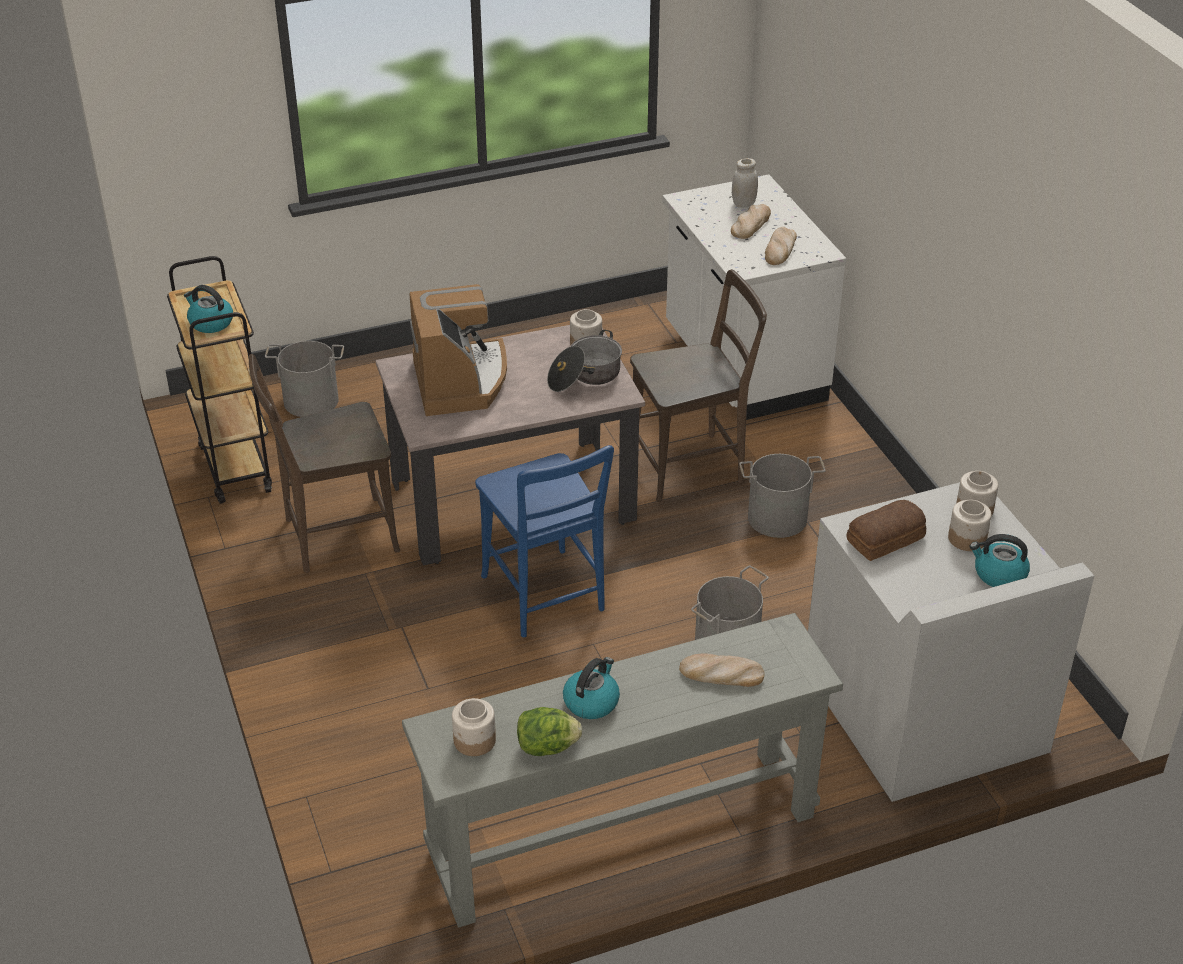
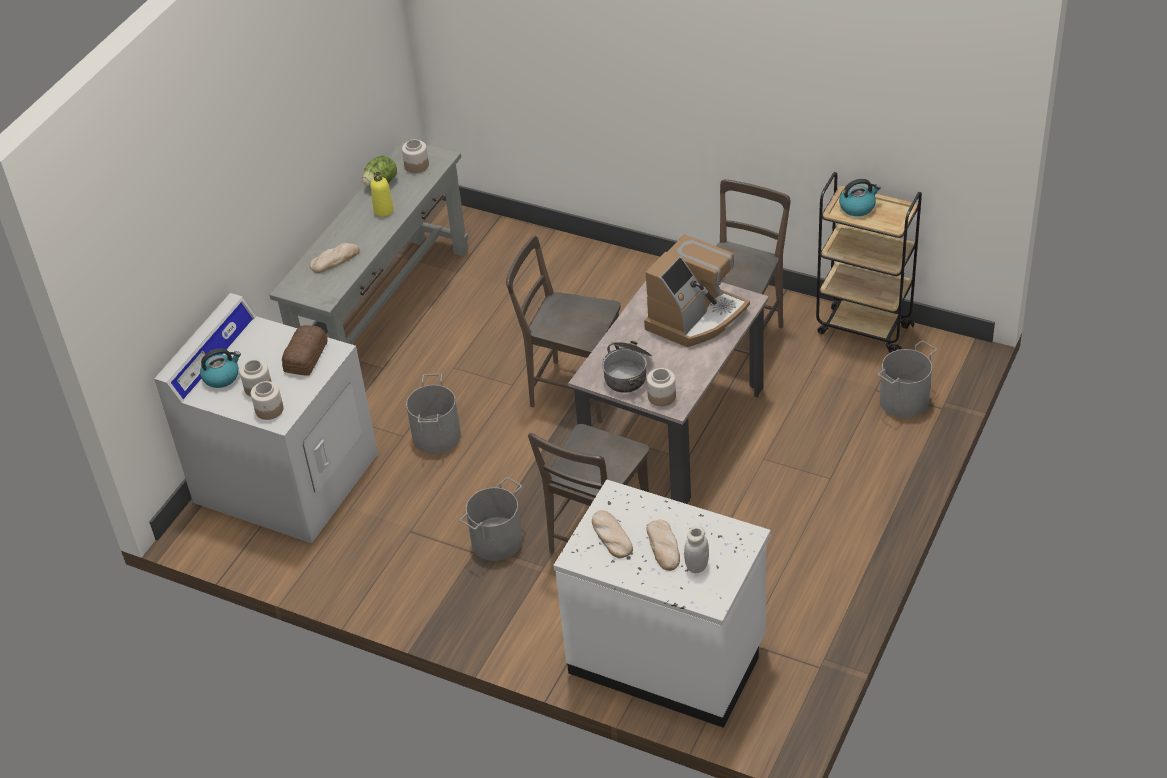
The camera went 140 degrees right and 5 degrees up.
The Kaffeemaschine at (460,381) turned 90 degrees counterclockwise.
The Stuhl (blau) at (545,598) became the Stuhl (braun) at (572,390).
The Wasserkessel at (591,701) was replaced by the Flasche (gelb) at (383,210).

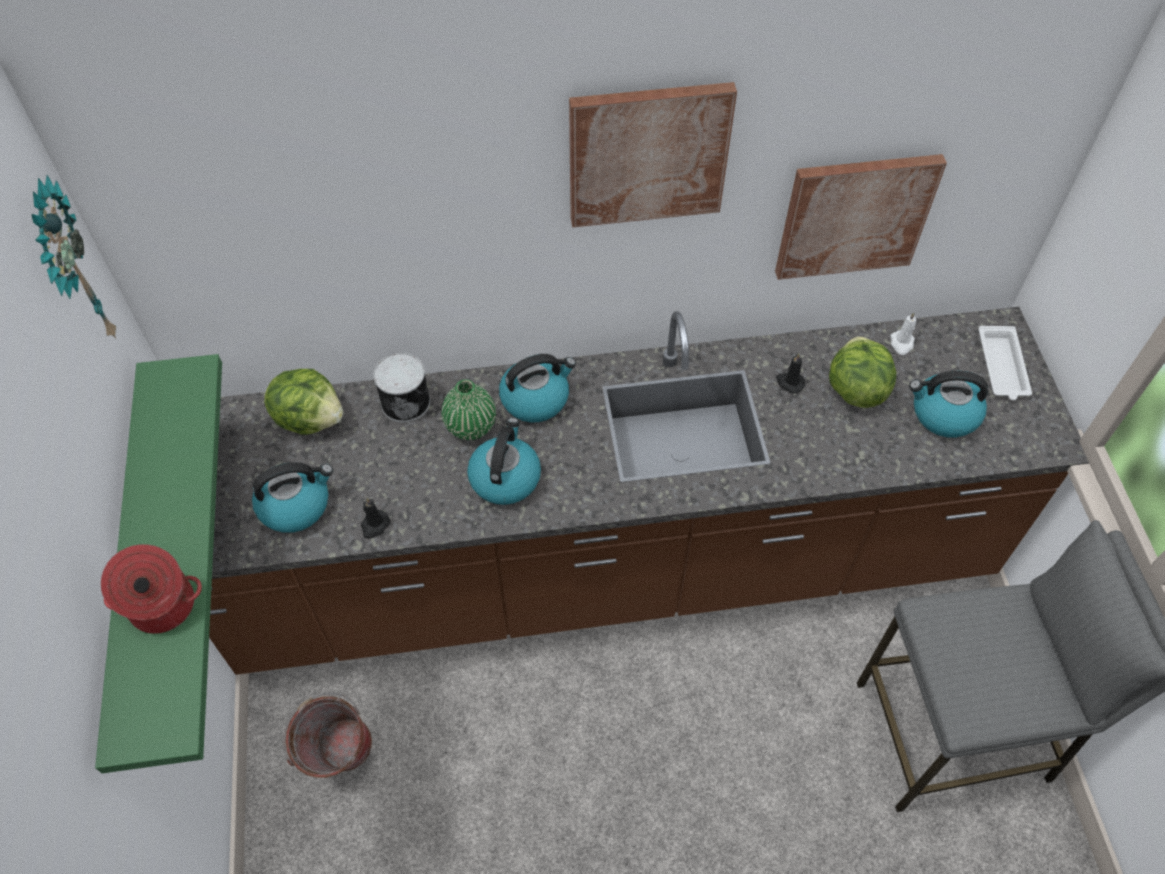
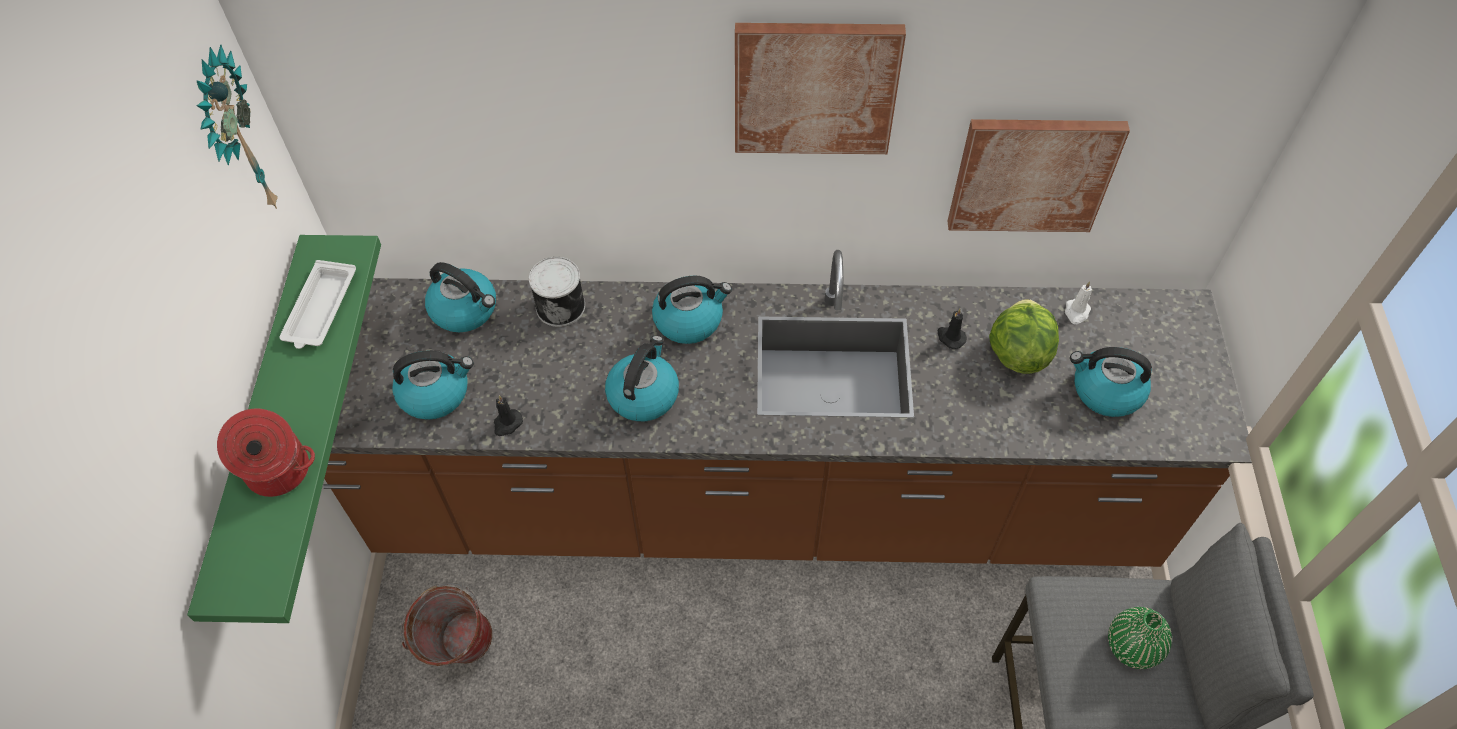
The camera went 10 degrees right and 0 degrees up.
The Salatkopf at (310,418) was replaced by the Wasserkessel at (465,310).
The Vase (grün) moved from (471,426) to (1132,647).
The Tablett (weiß) moved from (1002,367) to (320,309).

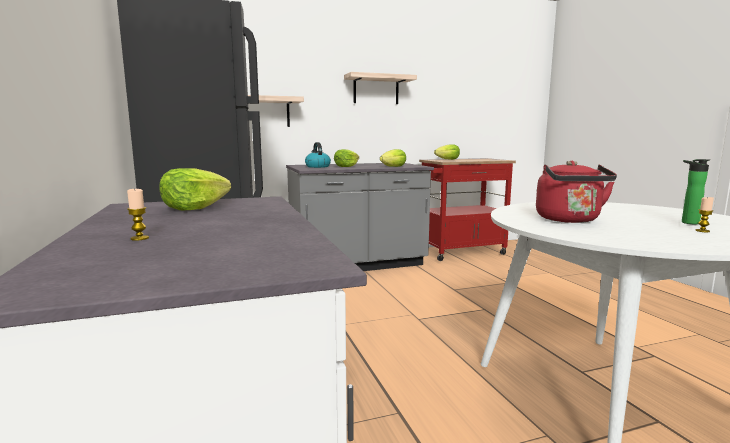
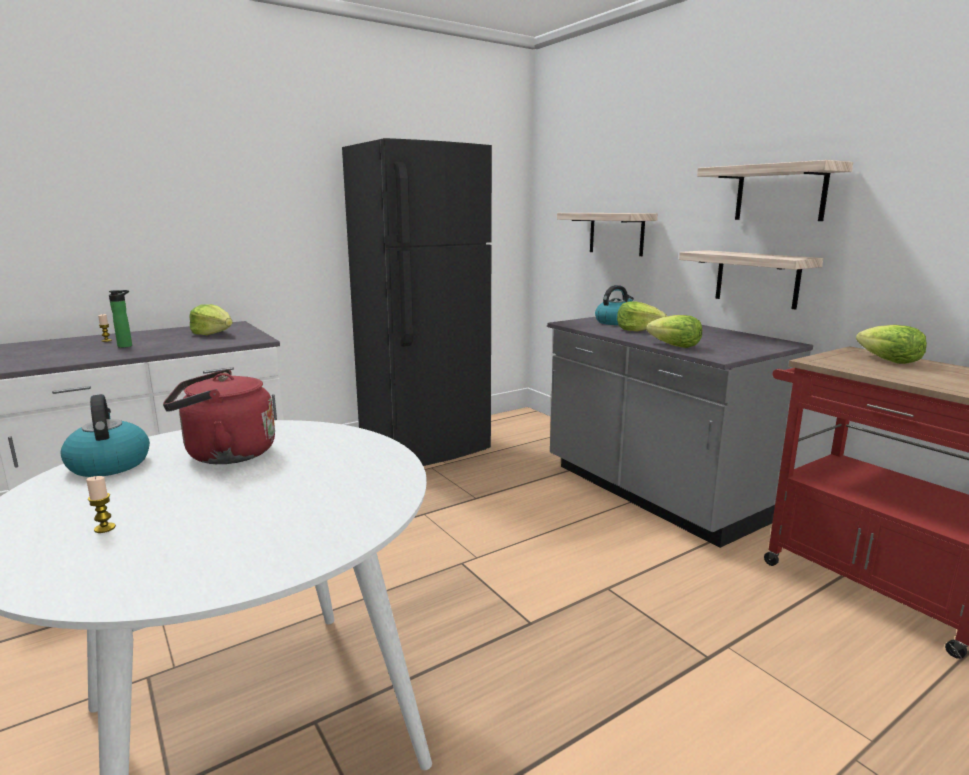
The camera went 75 degrees right and 5 degrees up.
The Flasche moved from (687,222) to (127,346).
The Wasserkessel at (109,464) appeared.
The Wandregal at (757,278) appeared.

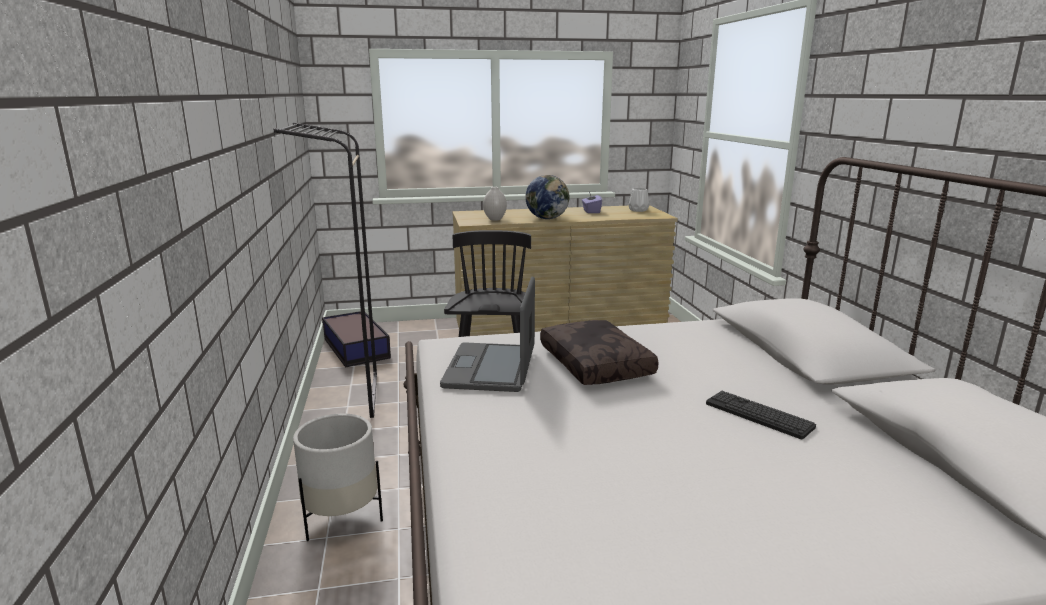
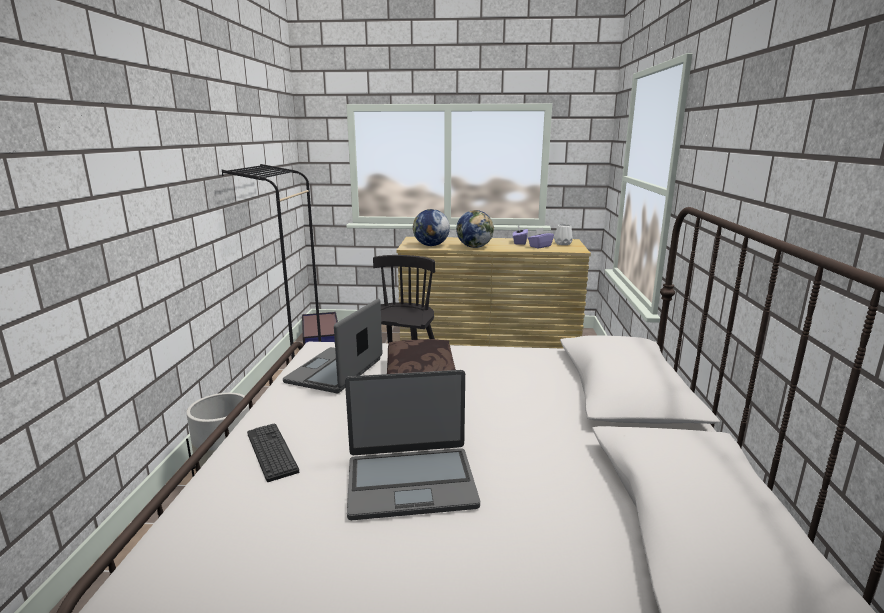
The camera went 15 degrees right and 0 degrees up.
The Vase (weiß) at (495,219) was replaced by the Globus at (431,245).
The Tastatur moved from (758,415) to (272,452).
The Laptop at (410,482) appeared.
The Taschentuchbox (lila) at (540,246) appeared.

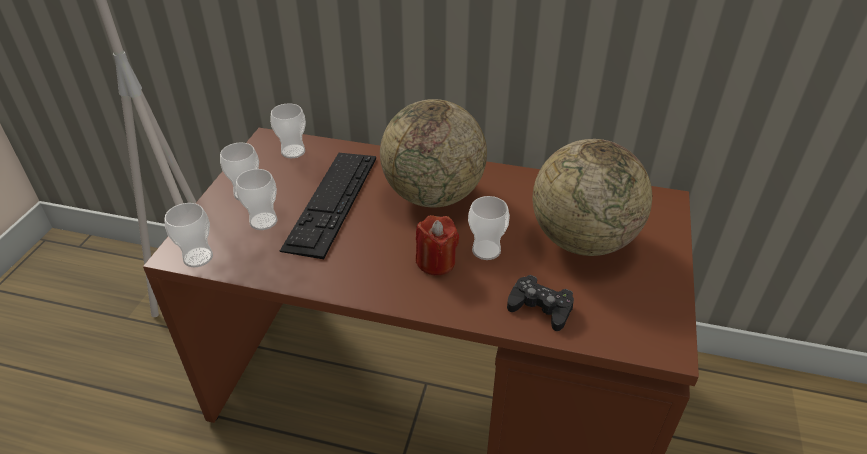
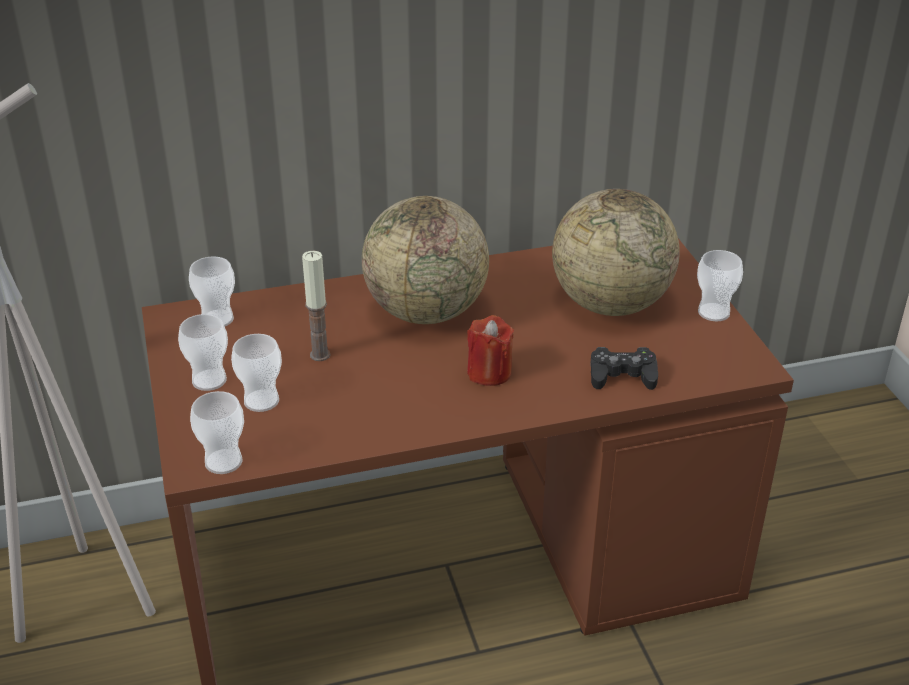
The camera went 30 degrees left and 5 degrees down.
The Tastatur at (332,201) was replaced by the Kerze at (320,355).
The Tasse moved from (486,250) to (713,312).

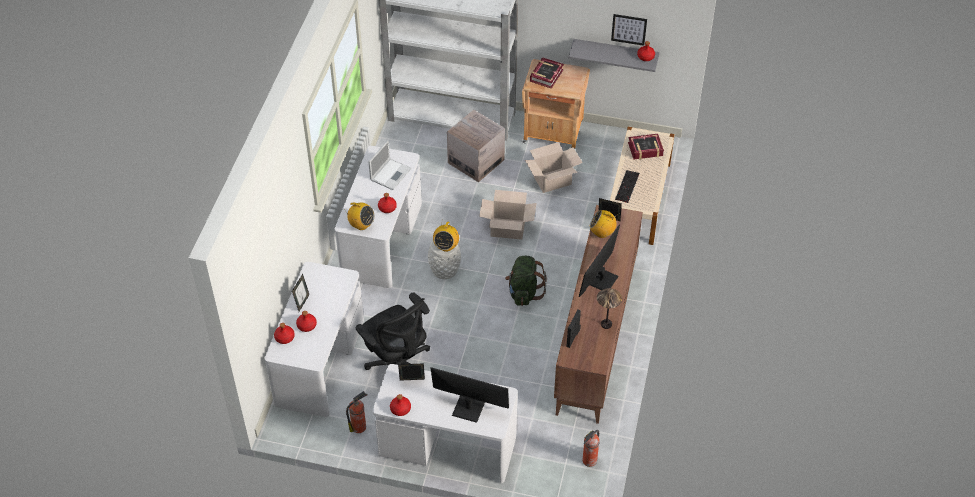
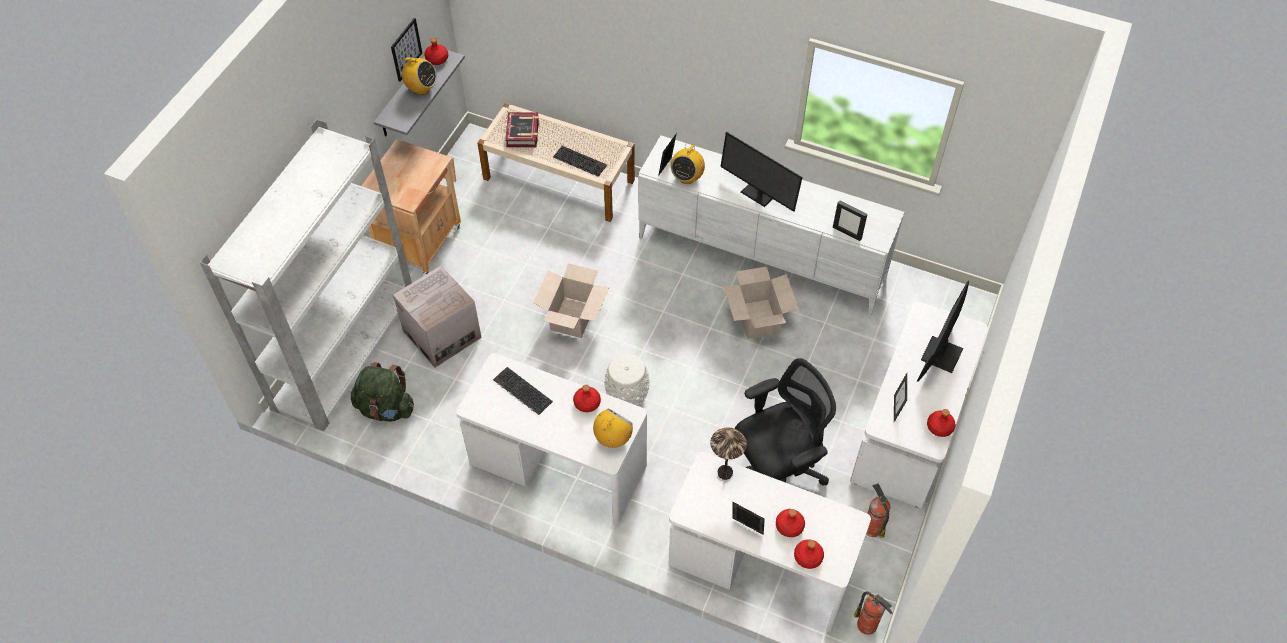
The camera went 80 degrees left and 5 degrees up.
The Laptop at (391,174) was replaced by the Tastatur at (521,391).
The Radio moved from (446,246) to (421,89).
The Rucksack (grün) moved from (524,292) to (386,408).
The Karton moved from (552,180) to (758,319).
The Buch at (546,75) disappeared.
The Schrank (braun) at (597,336) became the Schrank (weiß) at (762,257).
The Feuerlöscher moved from (589,461) to (868,625).
The Tischlampe moved from (606,324) to (725,472).

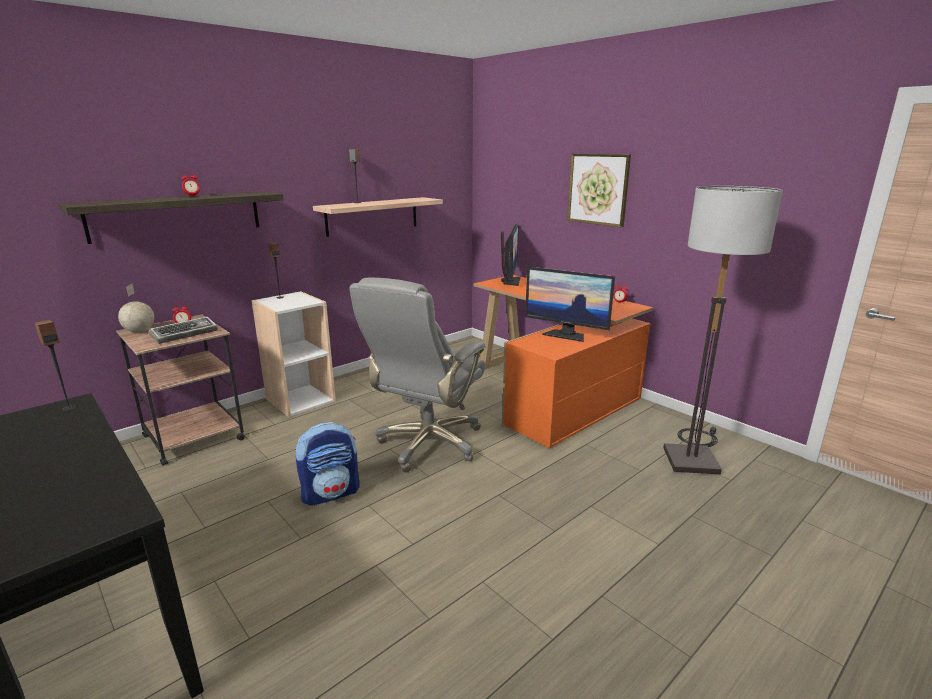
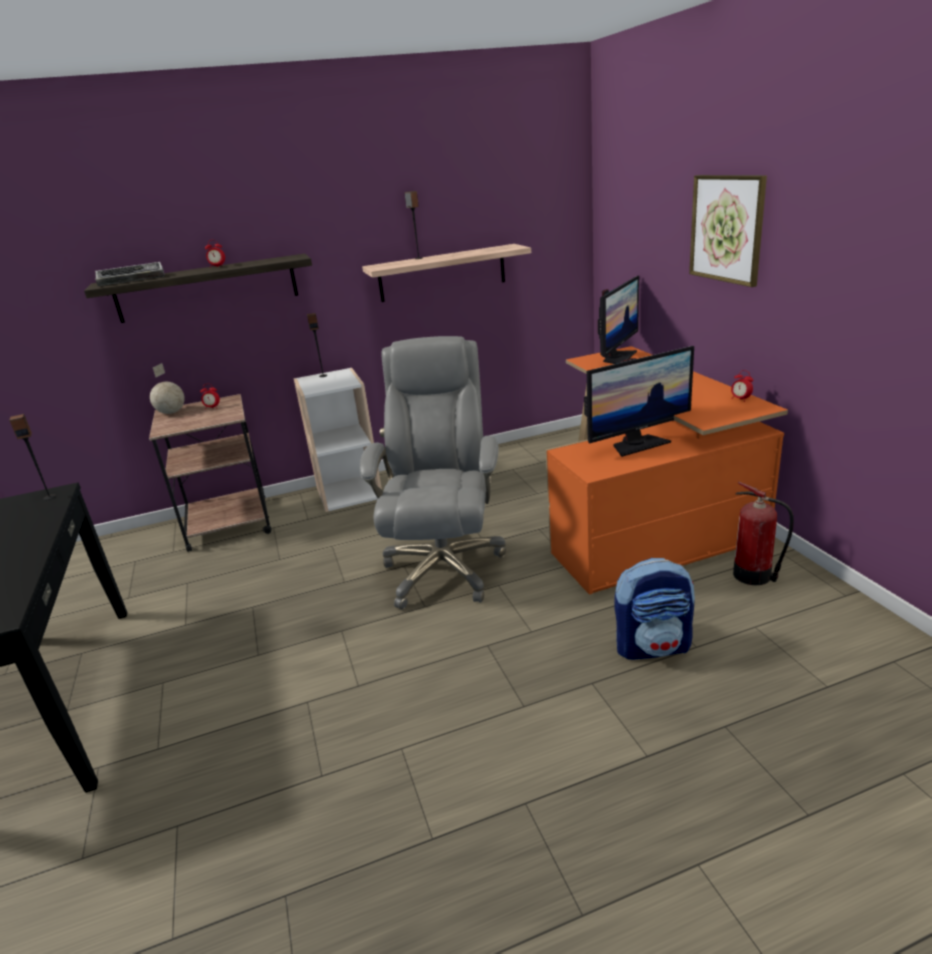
The camera went 25 degrees right and 5 degrees up.
The Tastatur moved from (185,334) to (133,280).
The Rucksack moved from (331,493) to (653,646).
The Bürostuhl (grau) at (427,445) turned 135 degrees clockwise.
The Monitor at (566,335) turned 75 degrees counterclockwise.
The Stehlampe at (693,454) disappeared.
The Feuerlöscher at (754,575) appeared.

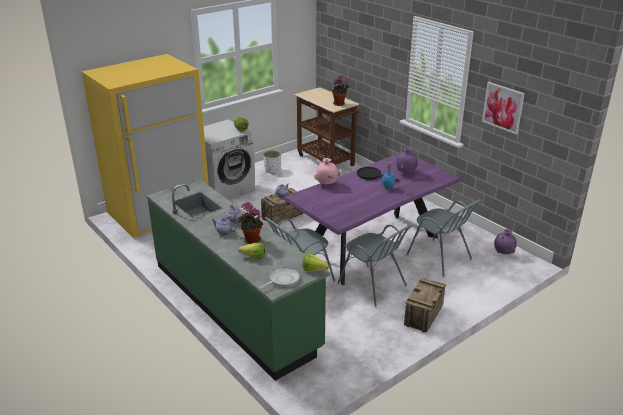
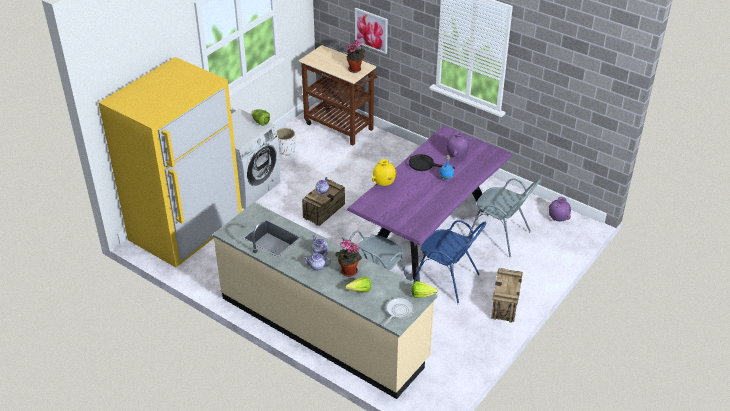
The camera went 15 degrees left and 10 degrees up.
The Küchenzeile (grün) at (235,305) became the Küchenzeile (beige) at (323,328).
The Vase (rosa) at (326,184) became the Vase (gelb) at (383,184).
The Stuhl (grau) at (374,286) became the Stuhl (blau) at (448,281).
The Bild moved from (503,107) to (371,30).

